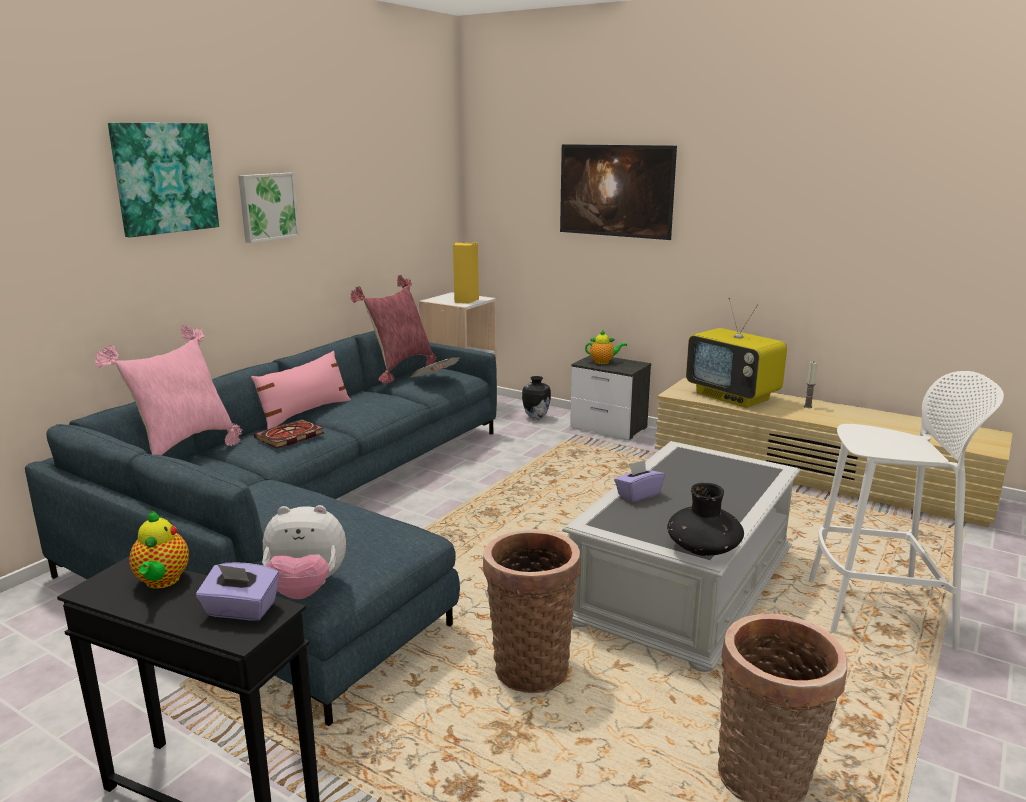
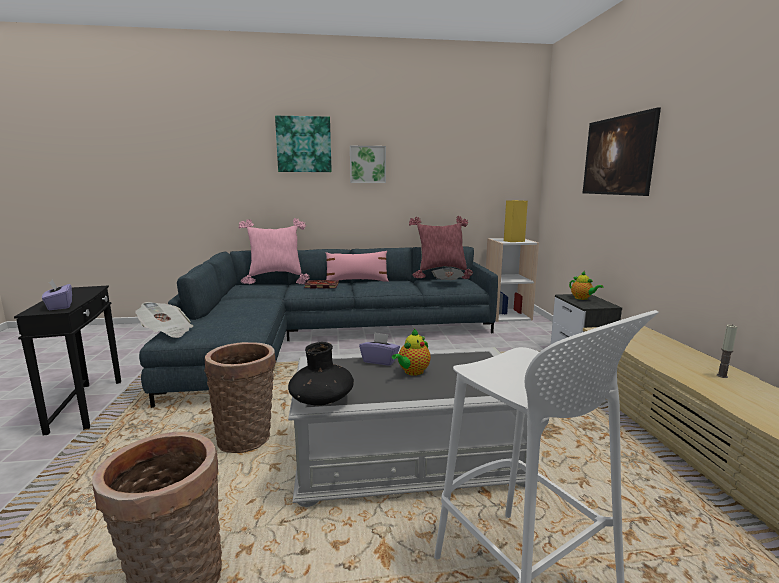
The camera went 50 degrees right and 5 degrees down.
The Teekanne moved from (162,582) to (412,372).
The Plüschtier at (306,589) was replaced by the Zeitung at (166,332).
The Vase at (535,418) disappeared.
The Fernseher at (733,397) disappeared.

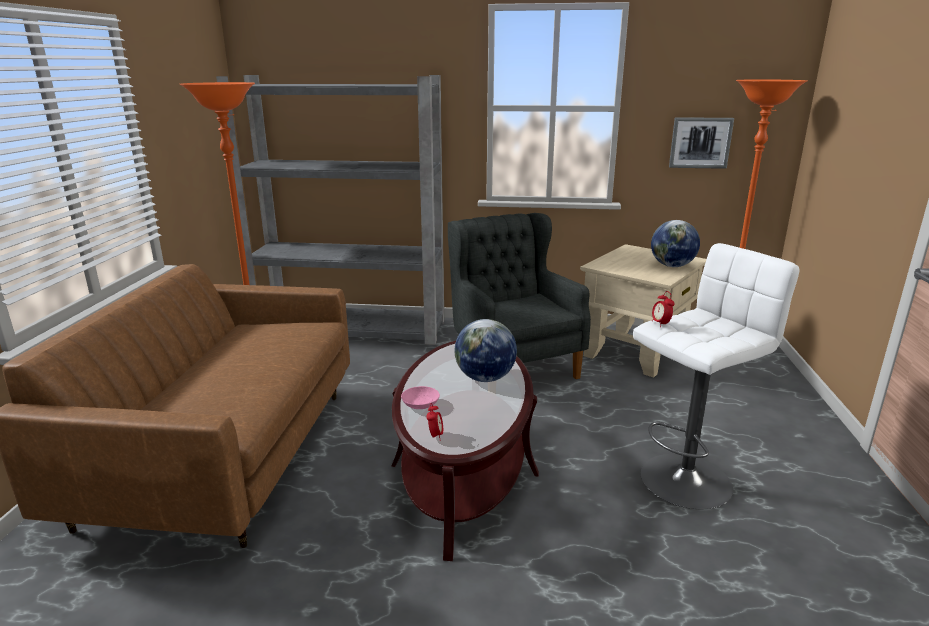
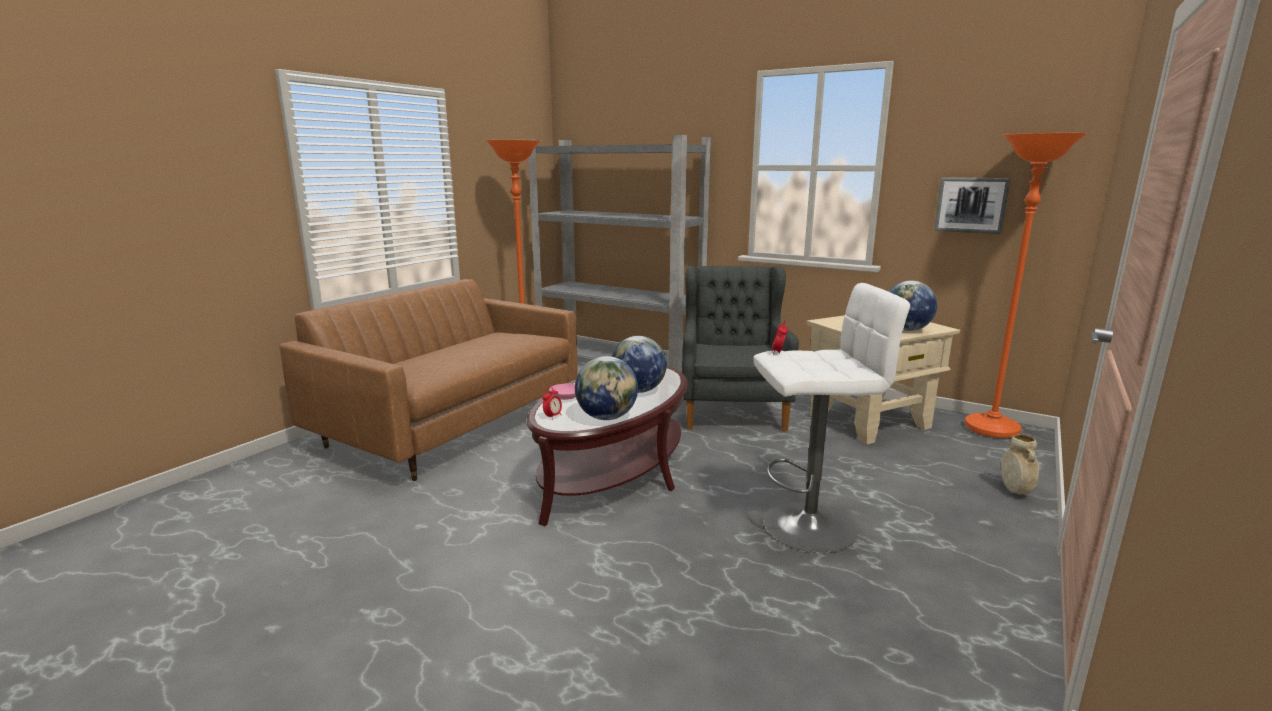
The camera went 25 degrees right and 5 degrees down.
The Globus at (607,417) appeared.
The Vase (beige) at (1015,491) appeared.

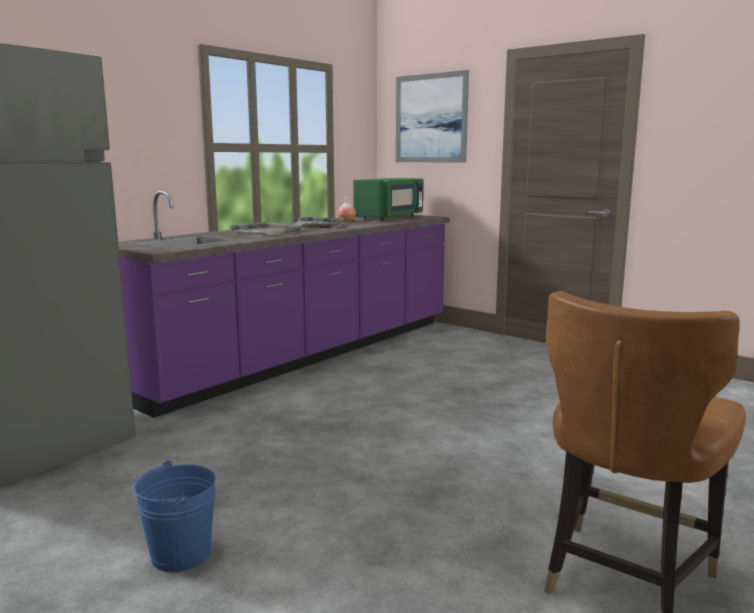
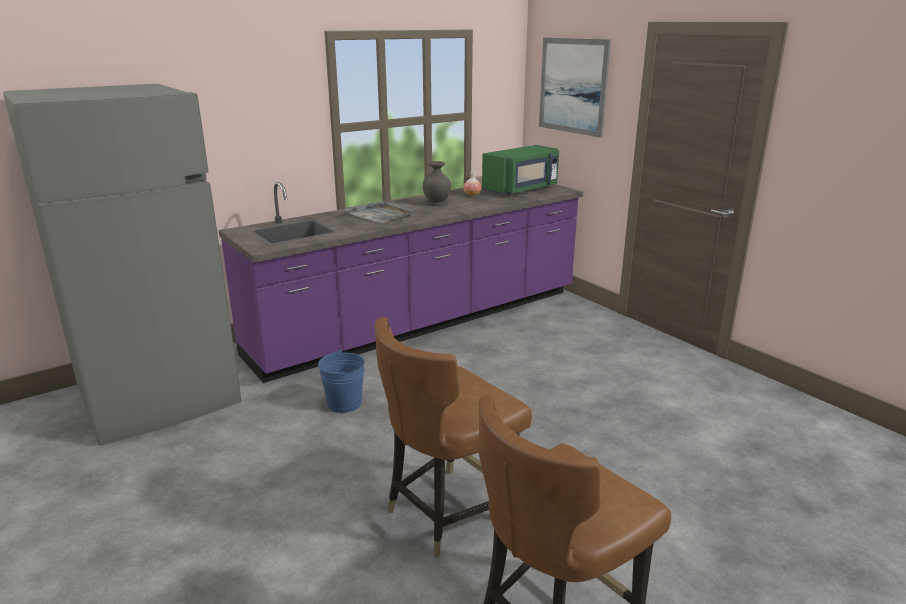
The camera went 15 degrees right and 10 degrees up.
The Eimer (blau) moved from (181,554) to (344,403).
The Tablett (grau) at (318,225) was replaced by the Vase (grau) at (437,203).
The Stuhl (braun) at (448,512) appeared.

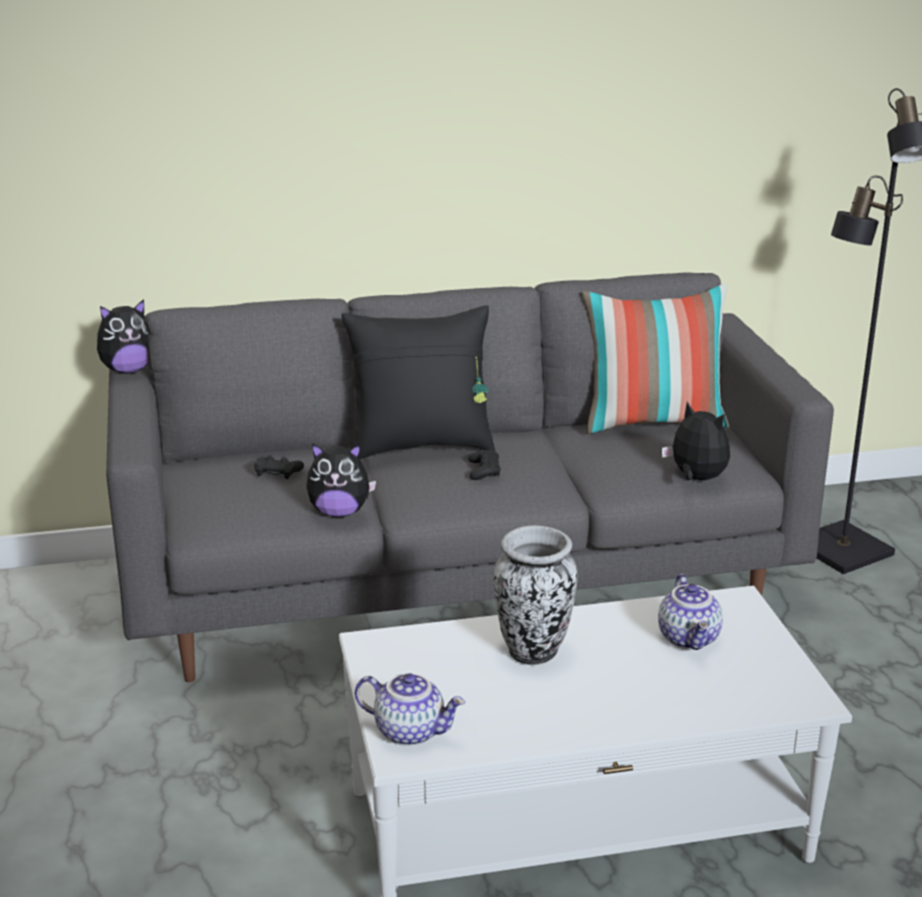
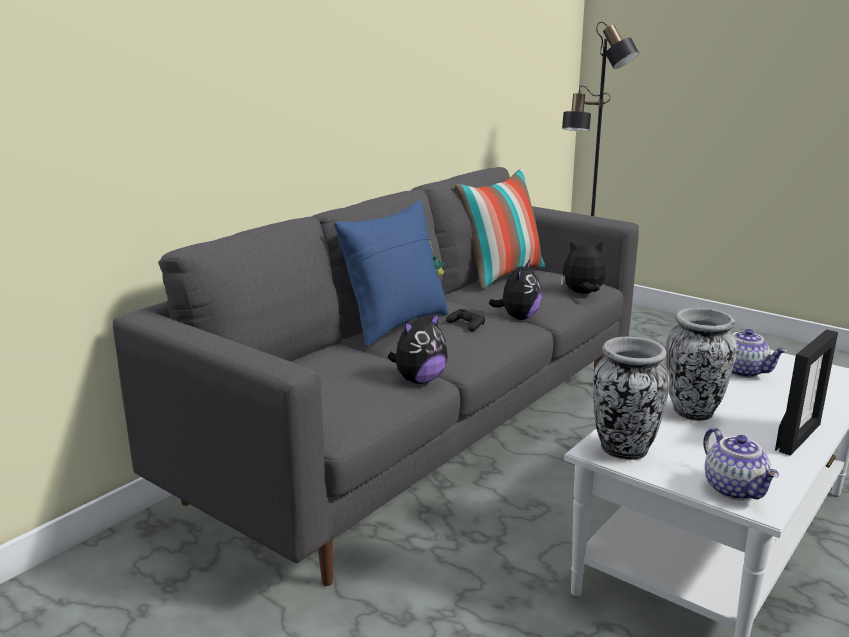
The camera went 40 degrees left and 5 degrees down.
The Plüschtier moved from (128,370) to (518,317).
The Gamepad (schwarz) at (277,472) disappeared.
The Kissen (schwarz) at (420,447) became the Kissen (blau) at (395,326).
The Teekanne at (411,731) turned 90 degrees clockwise.
The Vase at (624,450) appeared.
The Bilderrahmen at (798,437) appeared.

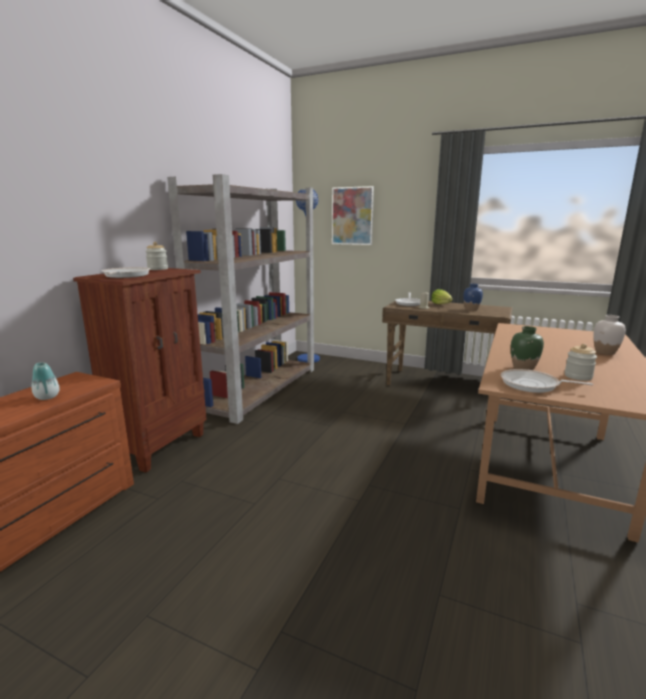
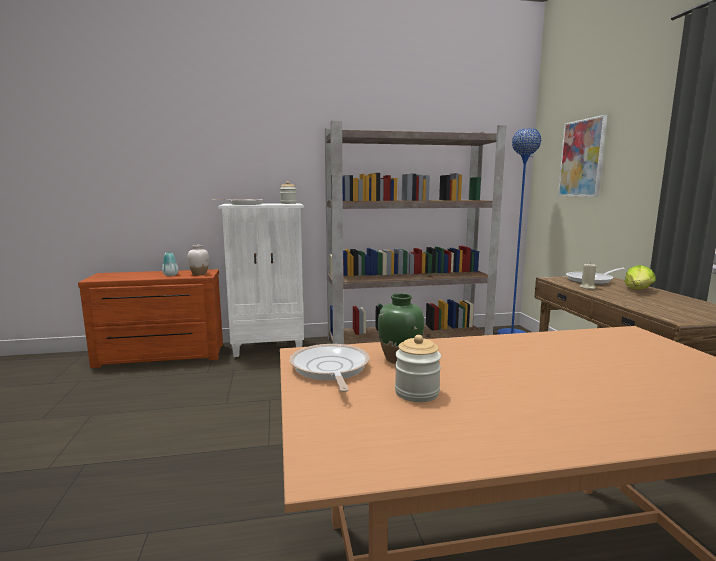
The camera went 55 degrees right and 5 degrees down.
The Schrank (braun) at (161,448) became the Schrank (weiß) at (268,348).
The Vase (blau) at (471,310) disappeared.
The Vase (weiß) moved from (605,352) to (199,274).

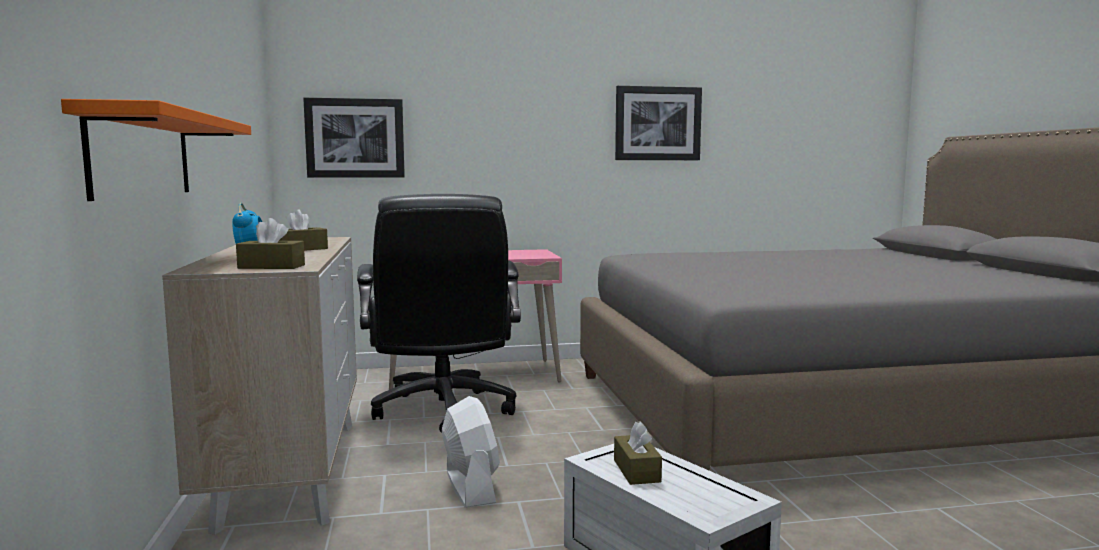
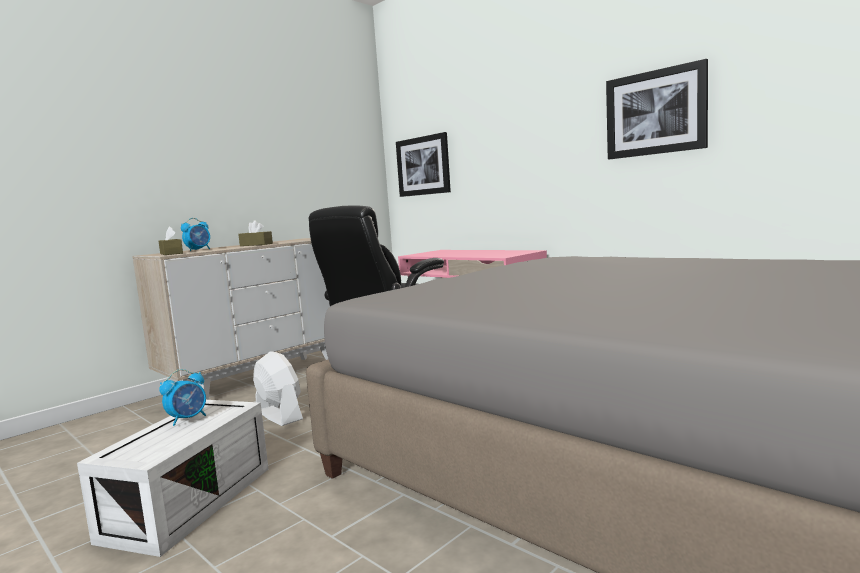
The camera went 55 degrees right and 0 degrees up.
The Wandregal (orange) at (142,155) disappeared.
The Ventilator (weiß) at (470,487) turned 75 degrees counterclockwise.
The Taschentuchbox (braun) at (636,471) was replaced by the Wecker at (188,419).

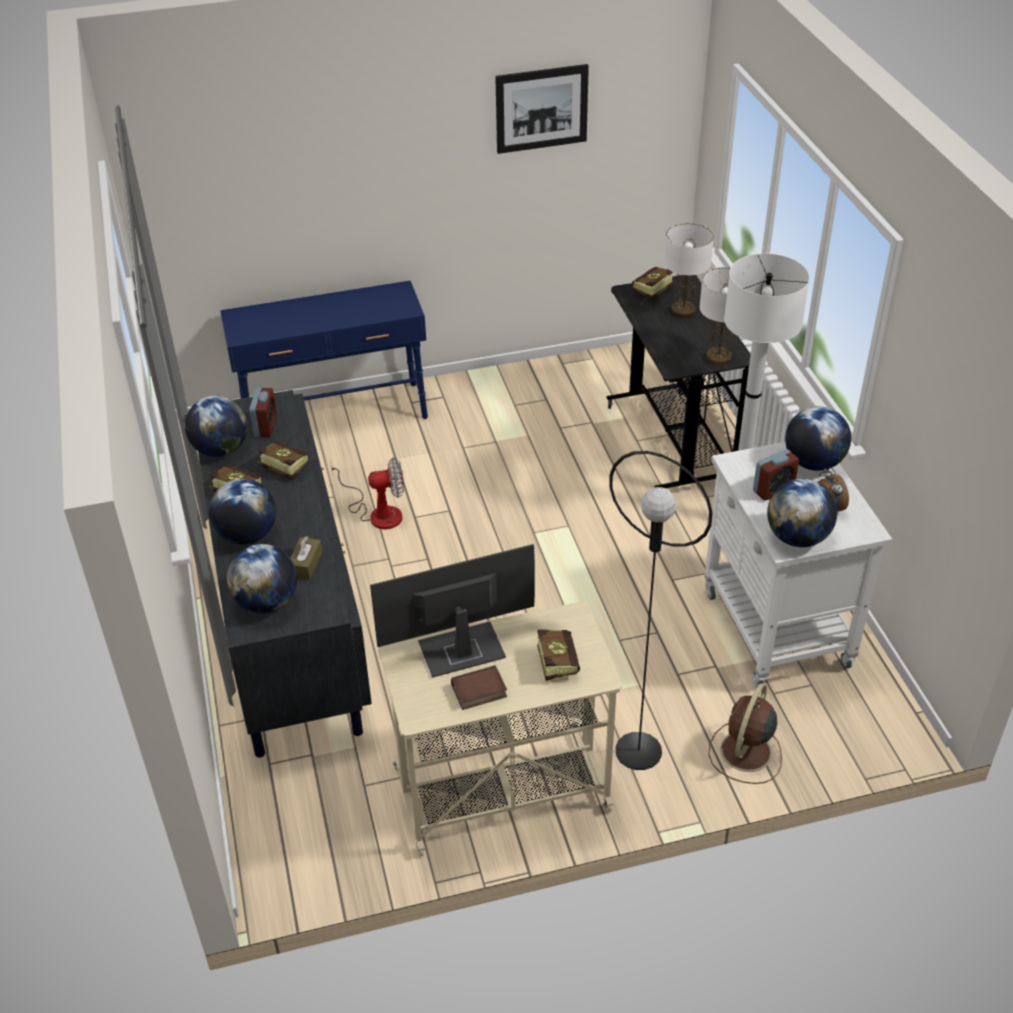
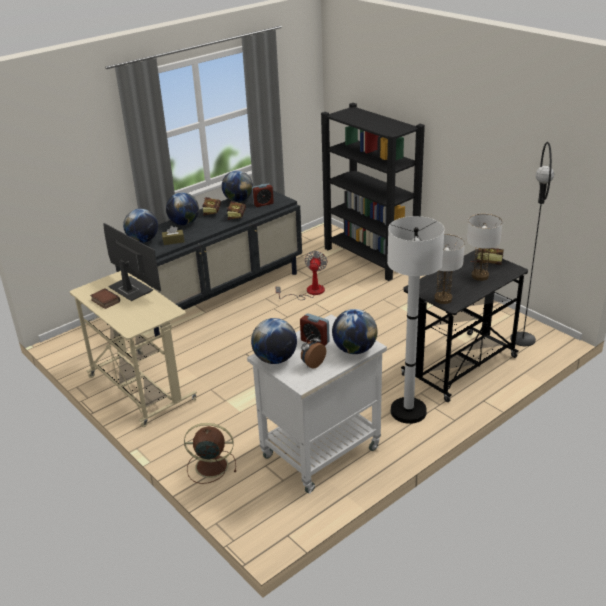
The camera went 65 degrees right and 10 degrees down.
The Konsolentisch (blau) at (335,416) was replaced by the Bücherregal (schwarz) at (370,257).
The Ventilator at (377,512) turned 135 degrees counterclockwise.
The Bild at (541,108) disappeared.
The Buch at (556,659) disappeared.
The Stehlampe (schwarz) moved from (639,751) to (523,339).

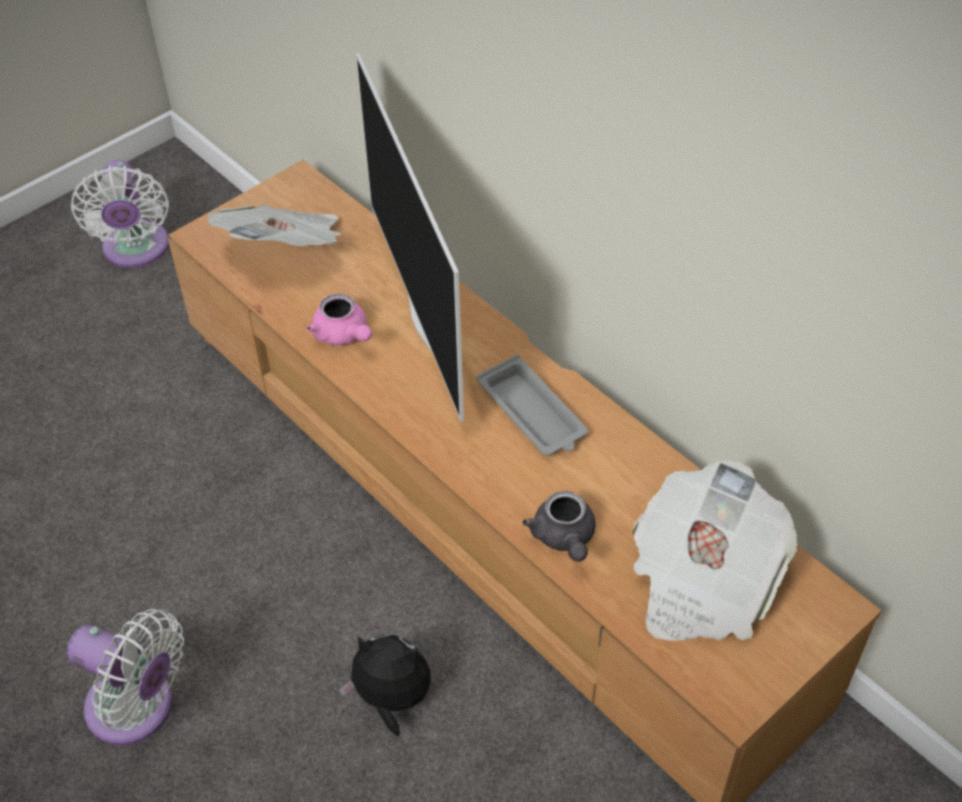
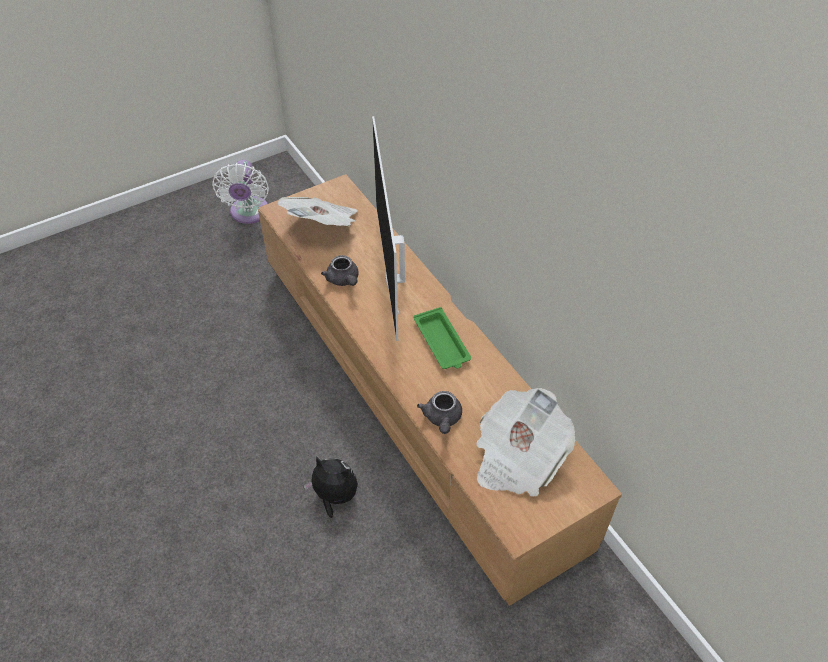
The camera went 10 degrees right and 0 degrees up.
The Ventilator (weiß) at (137,709) disappeared.
The Teekanne (rosa) at (343,335) became the Teekanne (grau) at (343,280).
The Tablett (grau) at (532,413) became the Tablett (grün) at (442,343).

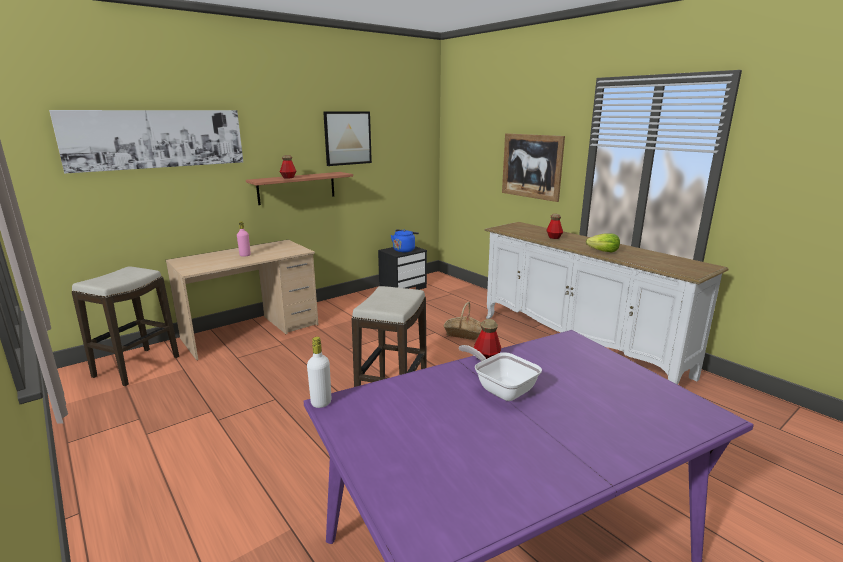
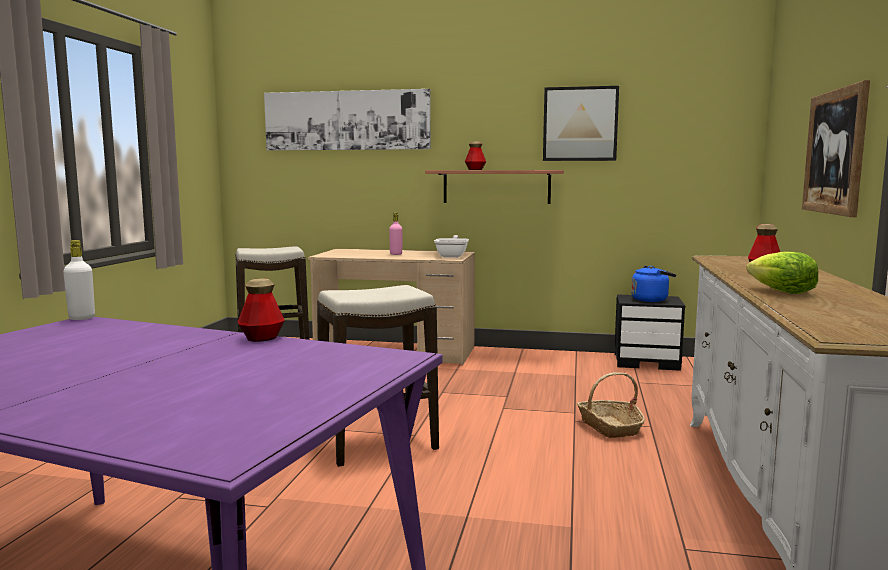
The camera went 50 degrees right and 10 degrees down.
The Pfanne moved from (501,388) to (452,256).

